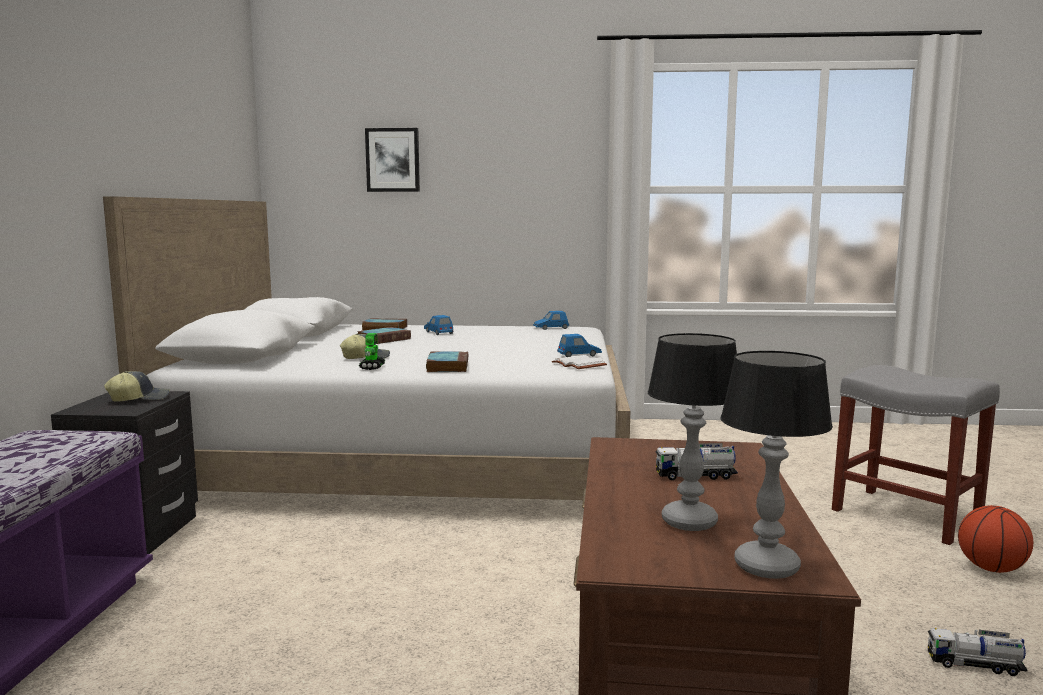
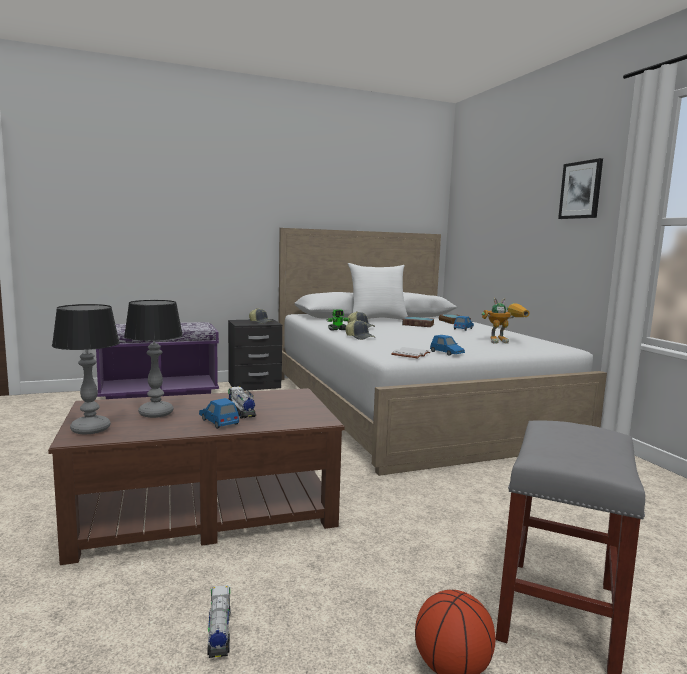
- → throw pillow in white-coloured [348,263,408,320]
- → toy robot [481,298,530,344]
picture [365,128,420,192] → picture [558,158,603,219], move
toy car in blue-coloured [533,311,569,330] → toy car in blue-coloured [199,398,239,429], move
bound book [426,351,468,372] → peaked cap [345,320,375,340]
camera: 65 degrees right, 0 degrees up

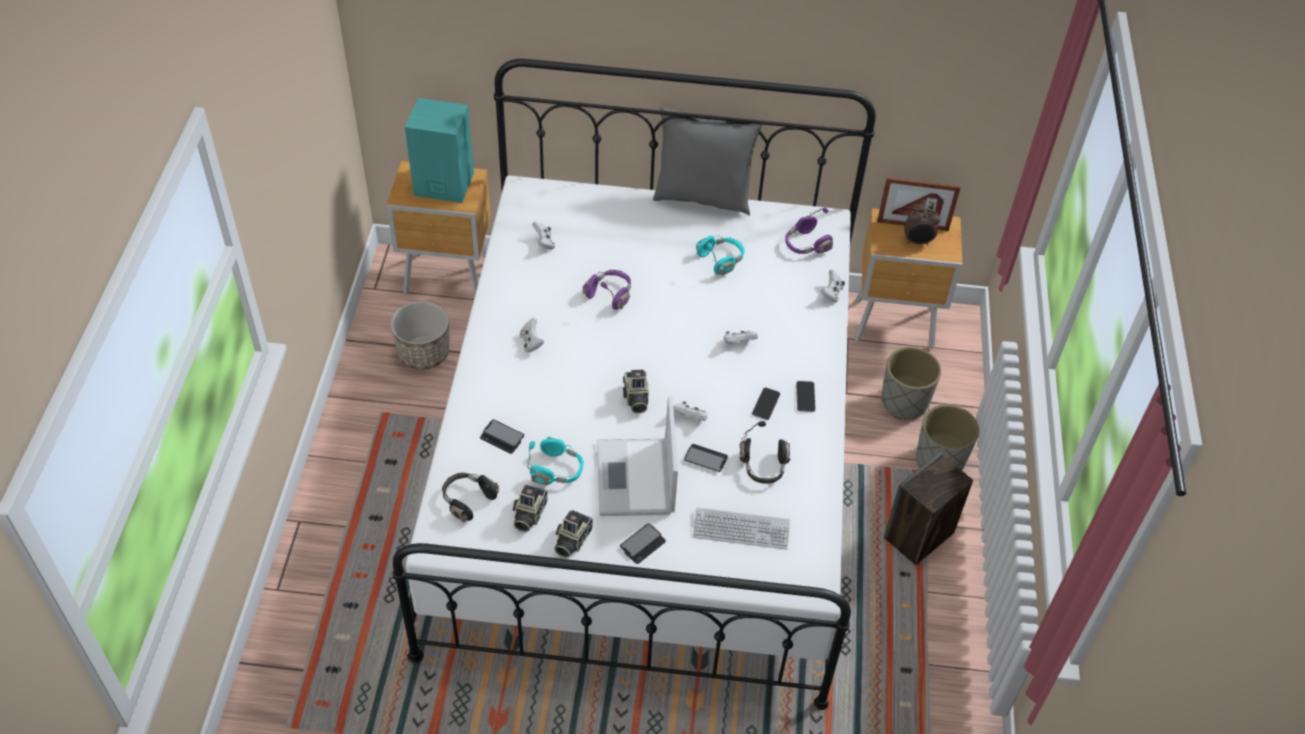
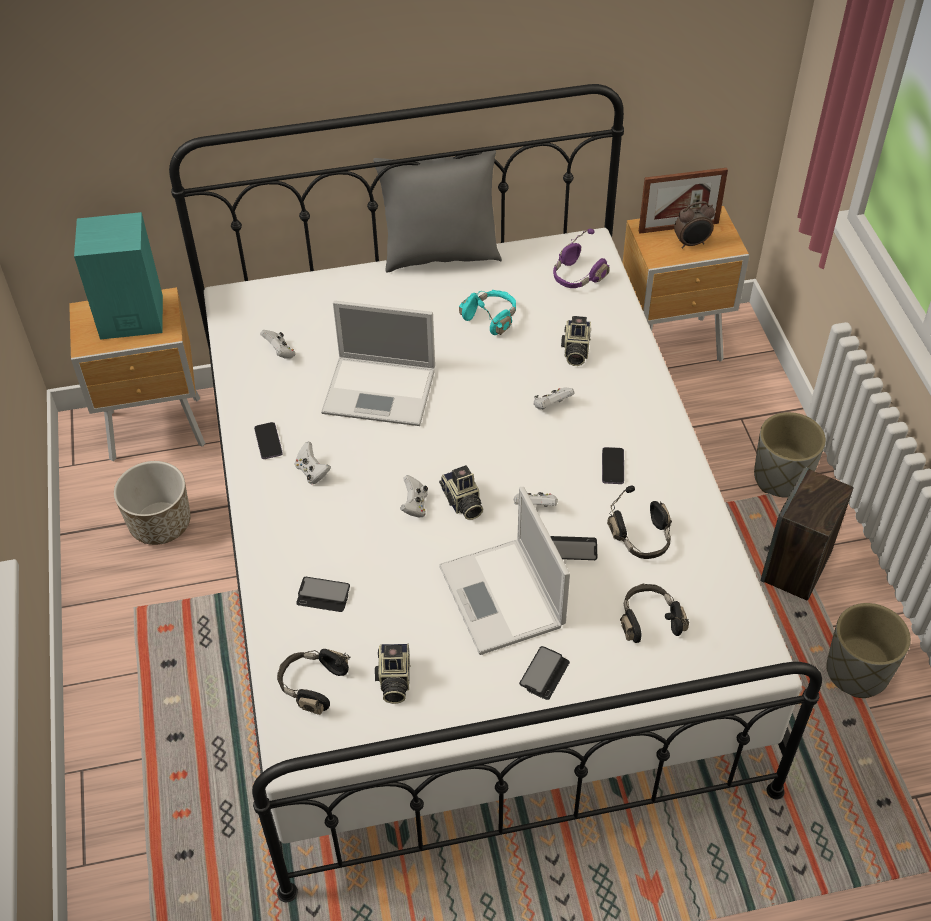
headset in blue-green [527,437,584,485] → -
photo camera [554,510,593,558] → photo camera [561,316,591,366], move
phone [796,381,815,412] → phone [254,422,283,459], move
gamepad in white-coloured [821,270,845,303] → gamepad in white-coloured [400,475,428,518], move
planter in greyish [881,347,941,419] → planter in greyish [826,603,911,698], move
headset in purple-coloured [583,270,631,310] → notebook computer [321,301,435,426]
keyboard [693,507,790,550] → headset in blackish [620,584,689,643]
camera: 15 degrees left, 0 degrees up

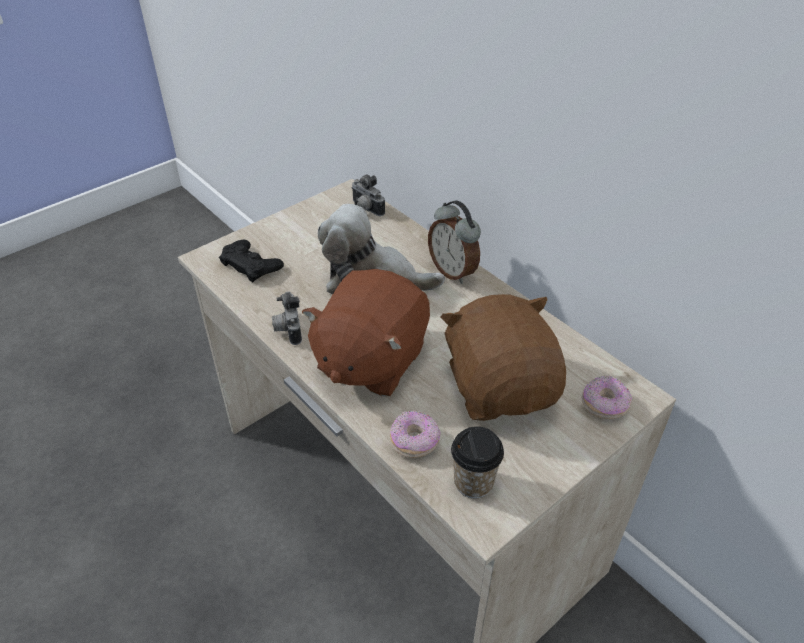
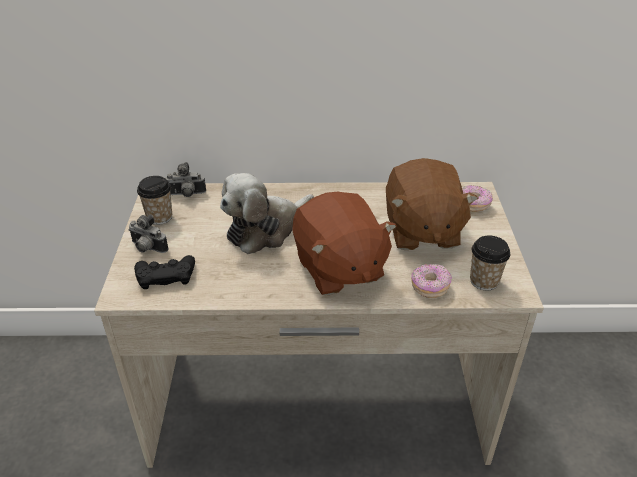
bedside clock [428,200,481,284] → -
- → small cup [137,176,172,225]
photo camera [272,292,302,345] → photo camera [129,214,168,253], move
soft toy in brown-coloured [441,294,566,421] → soft toy in brown-coloured [386,158,478,250], 120 degrees counterclockwise
camera: 50 degrees left, 5 degrees down

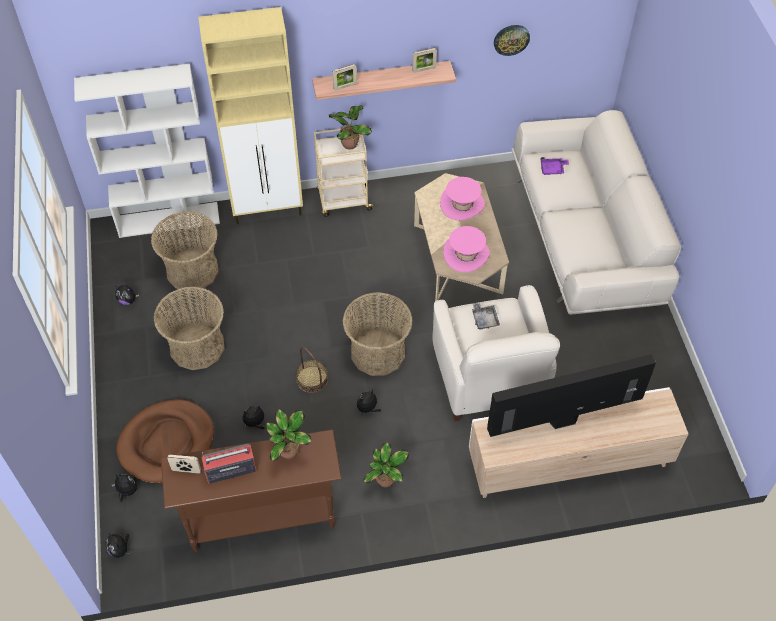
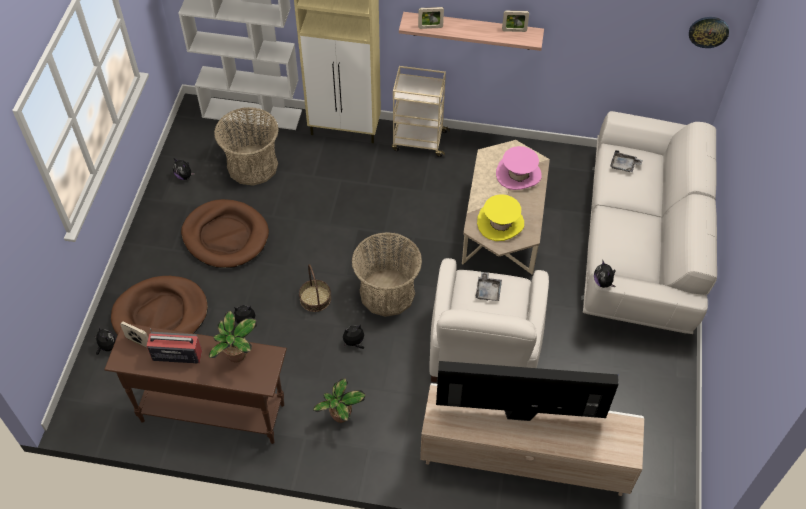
houseplant [329,105,372,150] → -
soft toy [106,533,130,558] → soft toy [594,261,616,288], move
wall clock [494,25,530,56] → wall clock [689,17,729,48], move
basket [154,287,225,370] → pet bed in brown-coloured [181,199,269,268]
wearable hat in pink [443,226,490,272] → wearable hat in yellow-coloured [477,194,524,241]
tray in purple-coloured [540,157,569,175] → tray in greyish [610,150,643,172]
camera: 20 degrees right, 0 degrees up

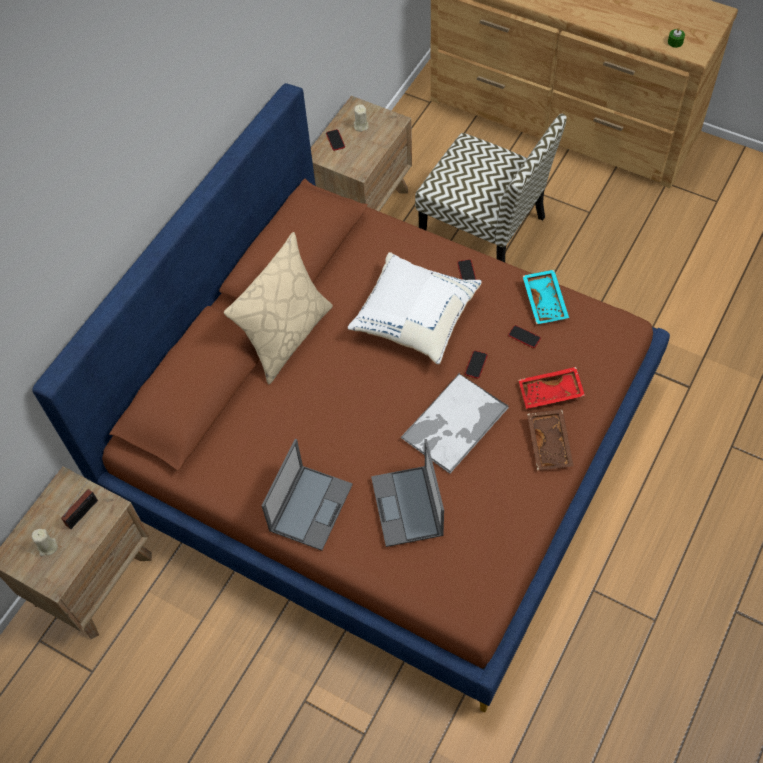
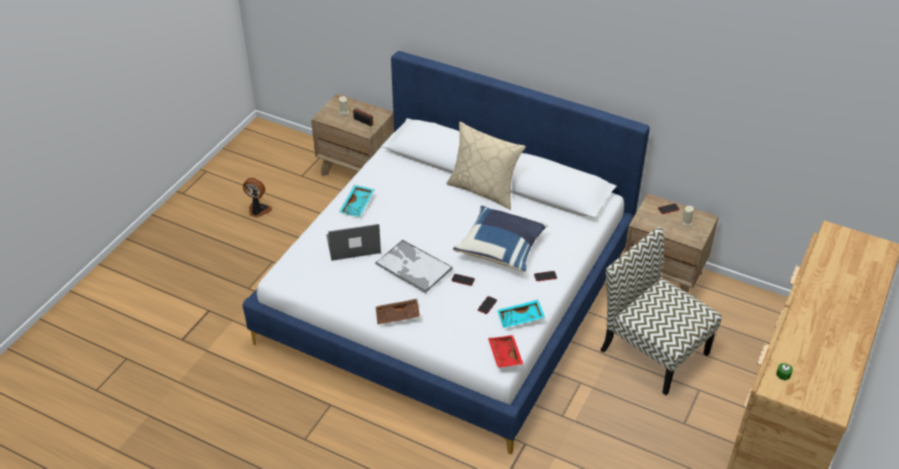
- → electric fan [243,178,272,218]
tray in red [518,367,585,409] → tray in red [488,335,523,368], move
notebook computer [262,439,353,551] → tray in blue-green [339,185,374,217]
bed in brown-coloured [33,83,670,713] → bed in white-coloured [243,51,650,454]
throw pillow in white-coloured [348,252,482,364] → throw pillow in blue-coloured [453,206,548,272]
plain chair [415,114,567,262] → plain chair [600,227,722,395], 105 degrees clockwise
camera: 85 degrees right, 15 degrees down

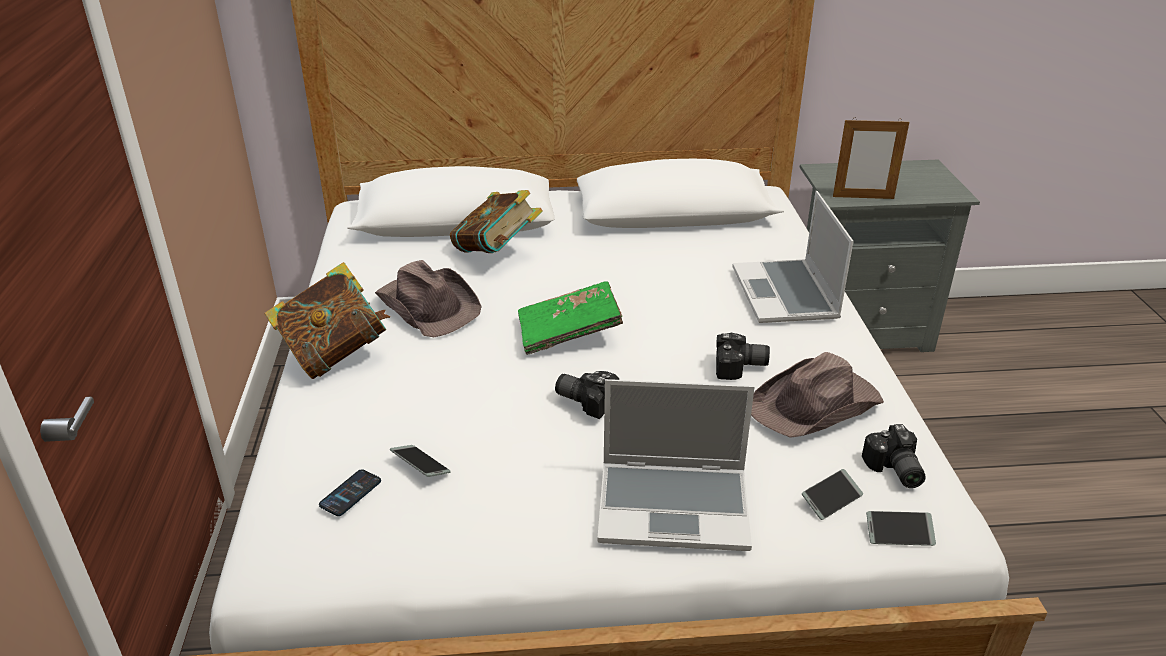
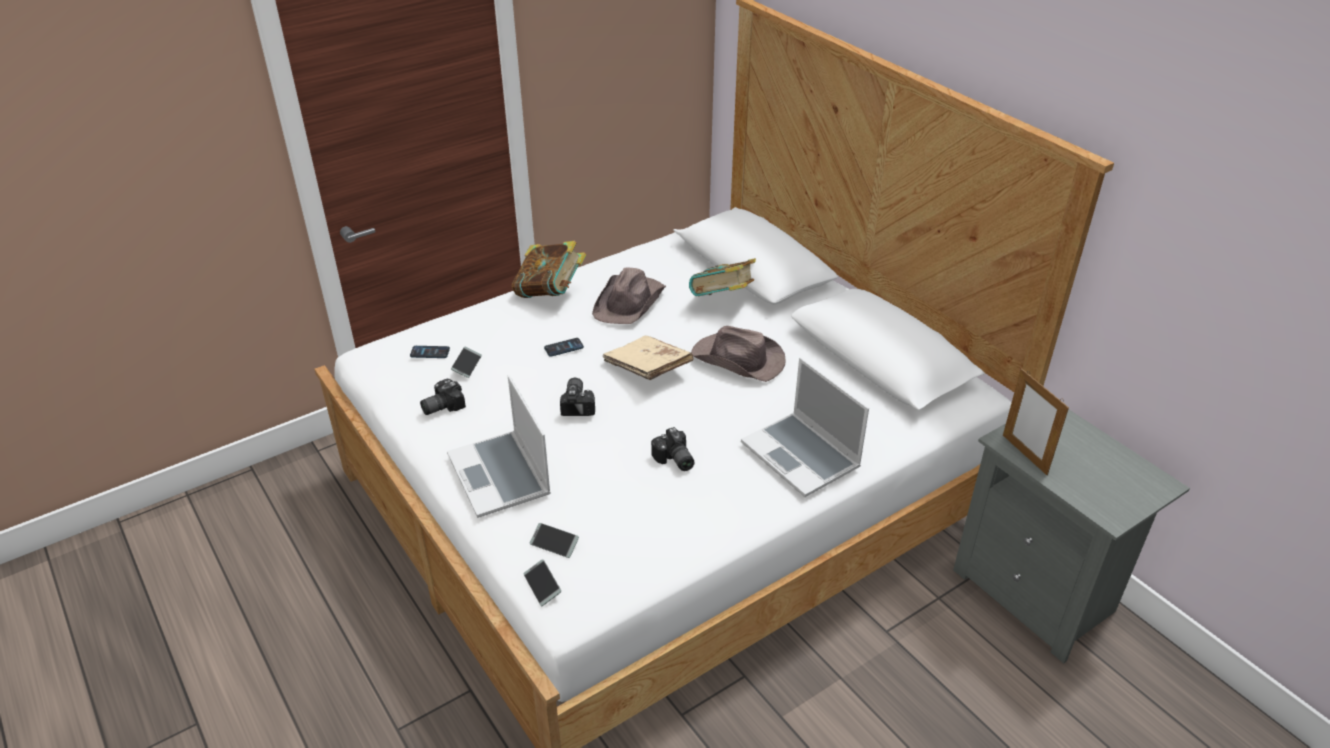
- → phone [544,338,584,357]
wearable hat in brown-coloured [751,352,884,438] → wearable hat in brown-coloured [691,326,786,382], move
photo camera [862,424,926,488] → photo camera [420,378,466,415], move
bound book in greenish [518,281,623,355] → bound book in sand-coloured [603,336,694,380]
notebook computer [732,191,854,323] → notebook computer [741,358,869,497], 90 degrees counterclockwise
camera: 60 degrees right, 5 degrees up

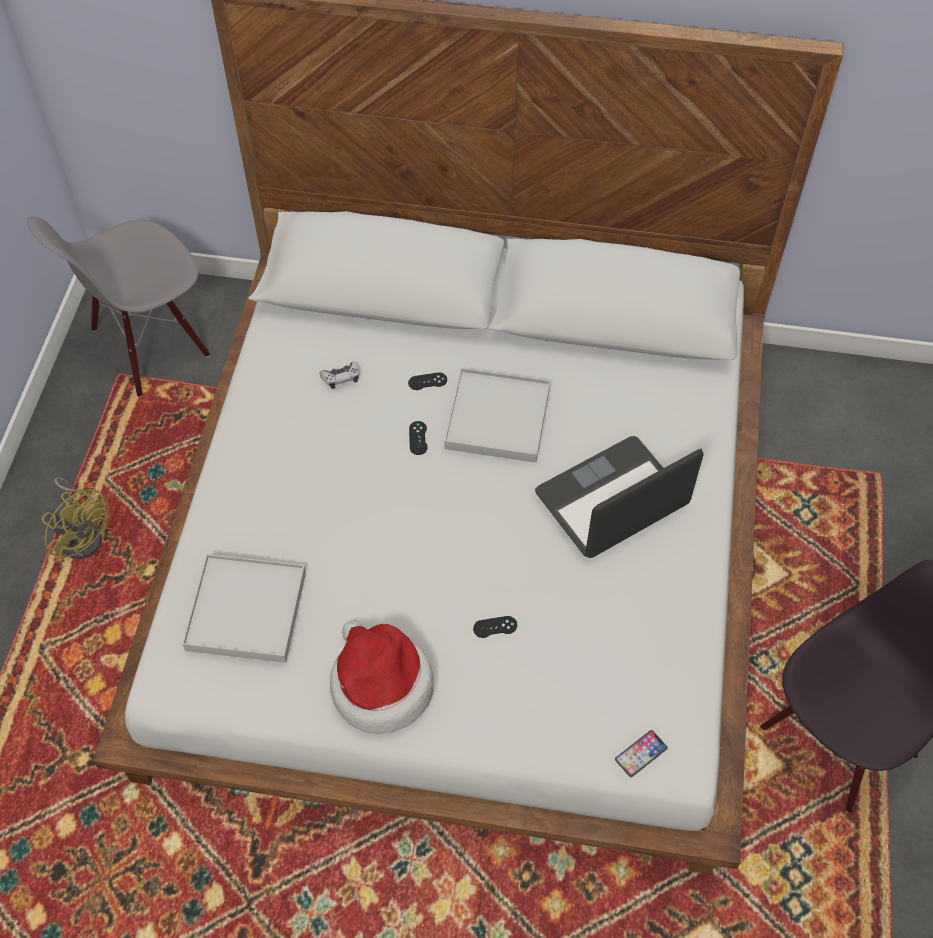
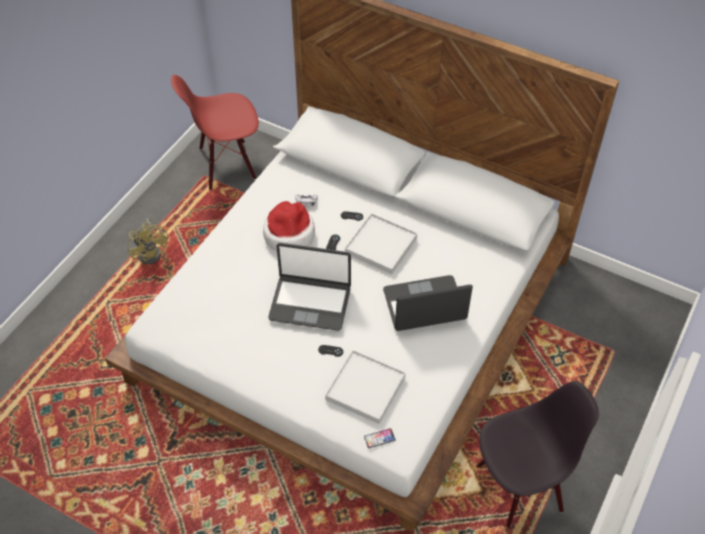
- → notebook computer [268,243,351,331]
tray in white-coloured [182,554,306,663] → tray in white-coloured [325,350,406,424], move
wearable hat [330,621,433,734] → wearable hat [263,201,315,251], move
plain chair in greyish [27,216,210,397] → plain chair in red [171,75,259,191]
camera: 20 degrees right, 5 degrees down

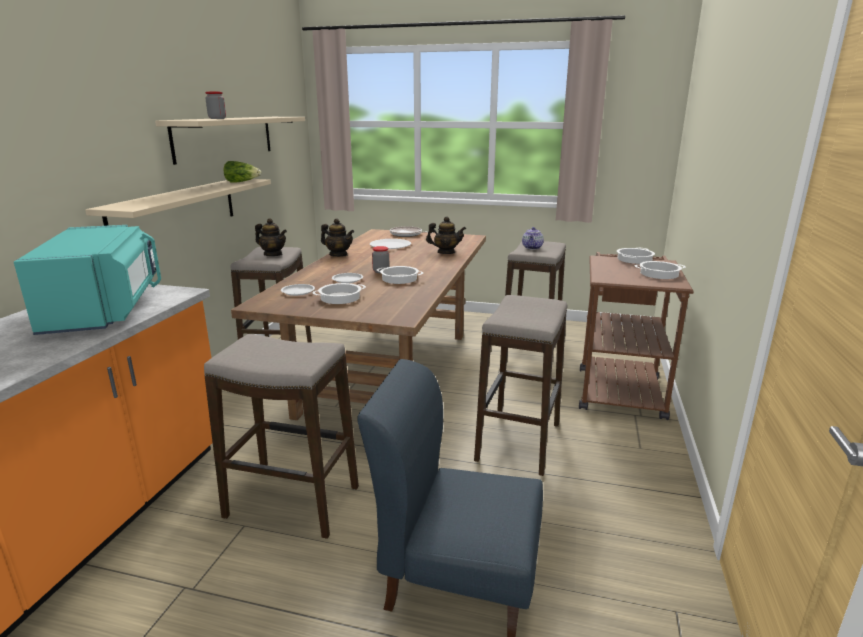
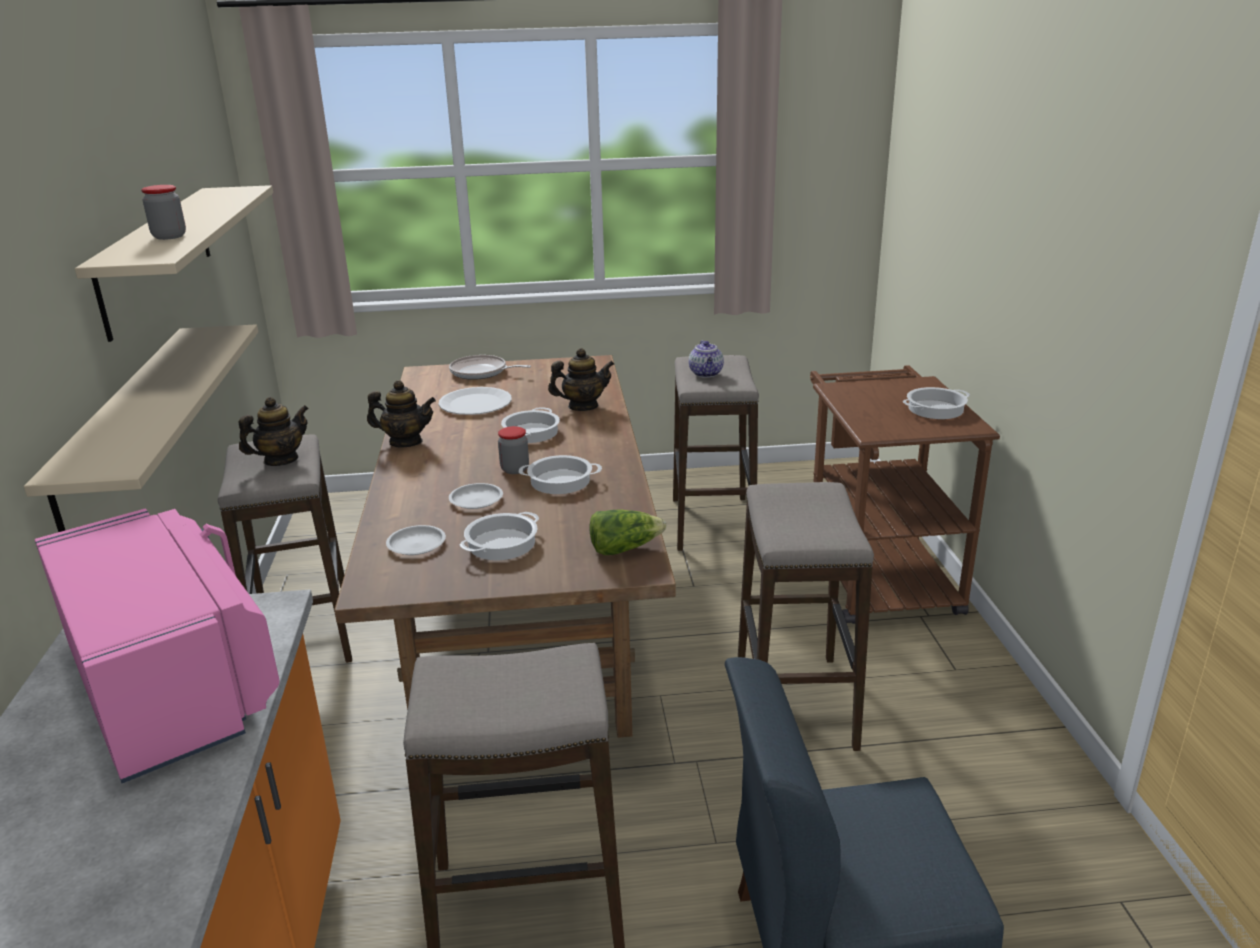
lettuce head [224,161,261,183] → lettuce head [589,509,666,555], move
stockpot [617,248,655,264] → stockpot [501,407,560,443], move
microwave oven in blue-green [14,225,161,335] → microwave oven in pink [35,509,280,783]
teapot [255,218,287,256] → teapot [239,397,309,466], 45 degrees counterclockwise
camera: 20 degrees left, 5 degrees up

